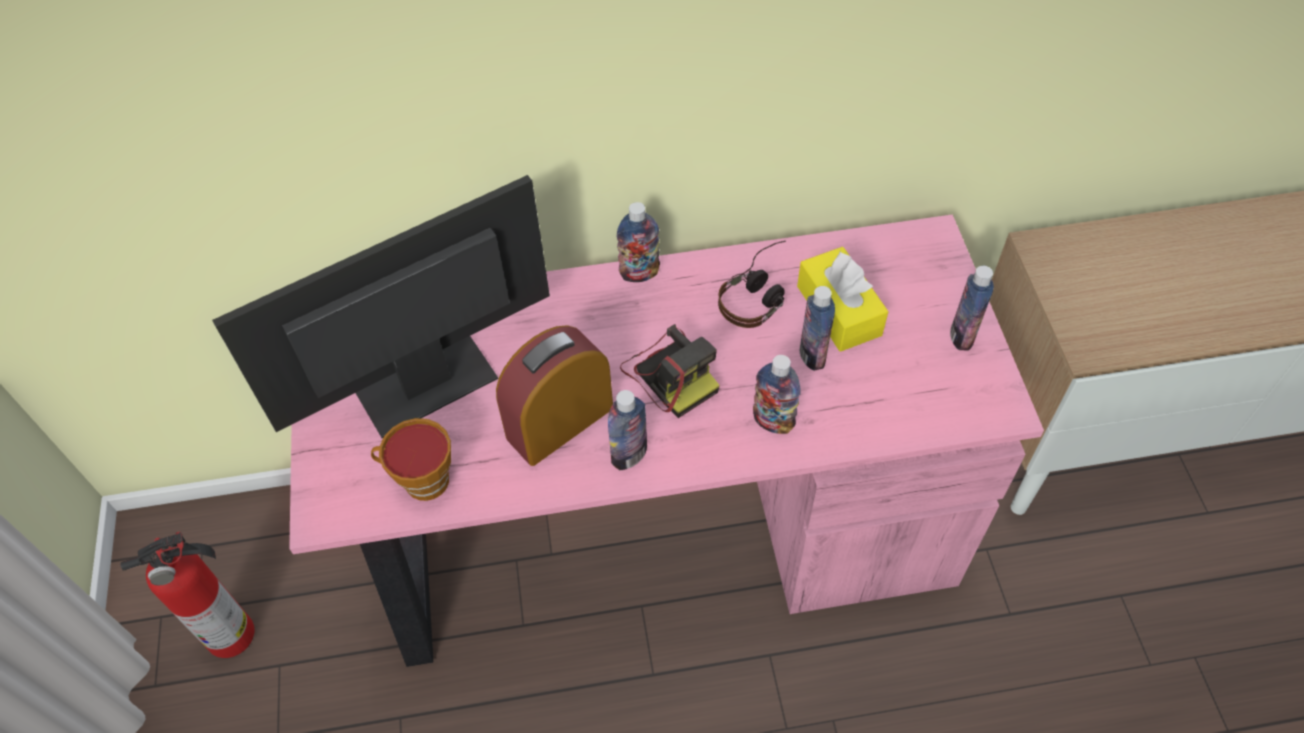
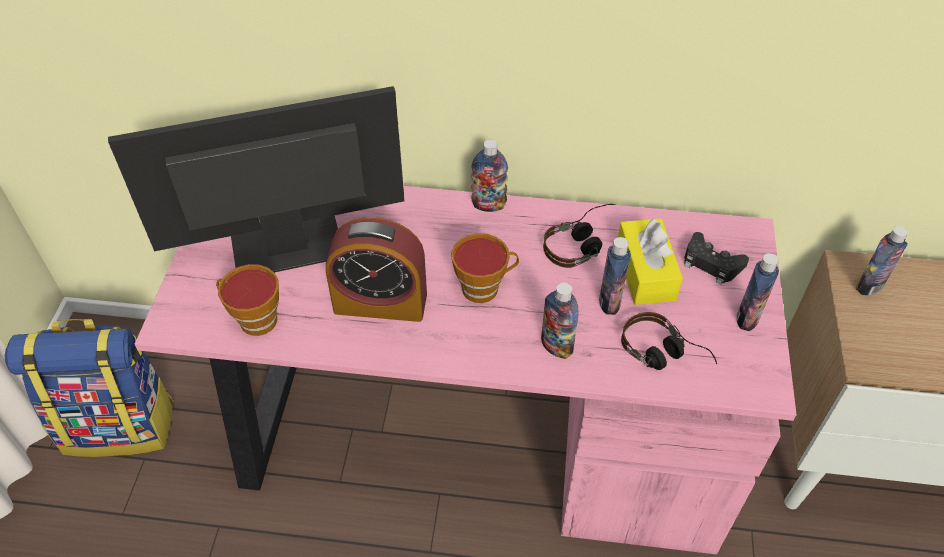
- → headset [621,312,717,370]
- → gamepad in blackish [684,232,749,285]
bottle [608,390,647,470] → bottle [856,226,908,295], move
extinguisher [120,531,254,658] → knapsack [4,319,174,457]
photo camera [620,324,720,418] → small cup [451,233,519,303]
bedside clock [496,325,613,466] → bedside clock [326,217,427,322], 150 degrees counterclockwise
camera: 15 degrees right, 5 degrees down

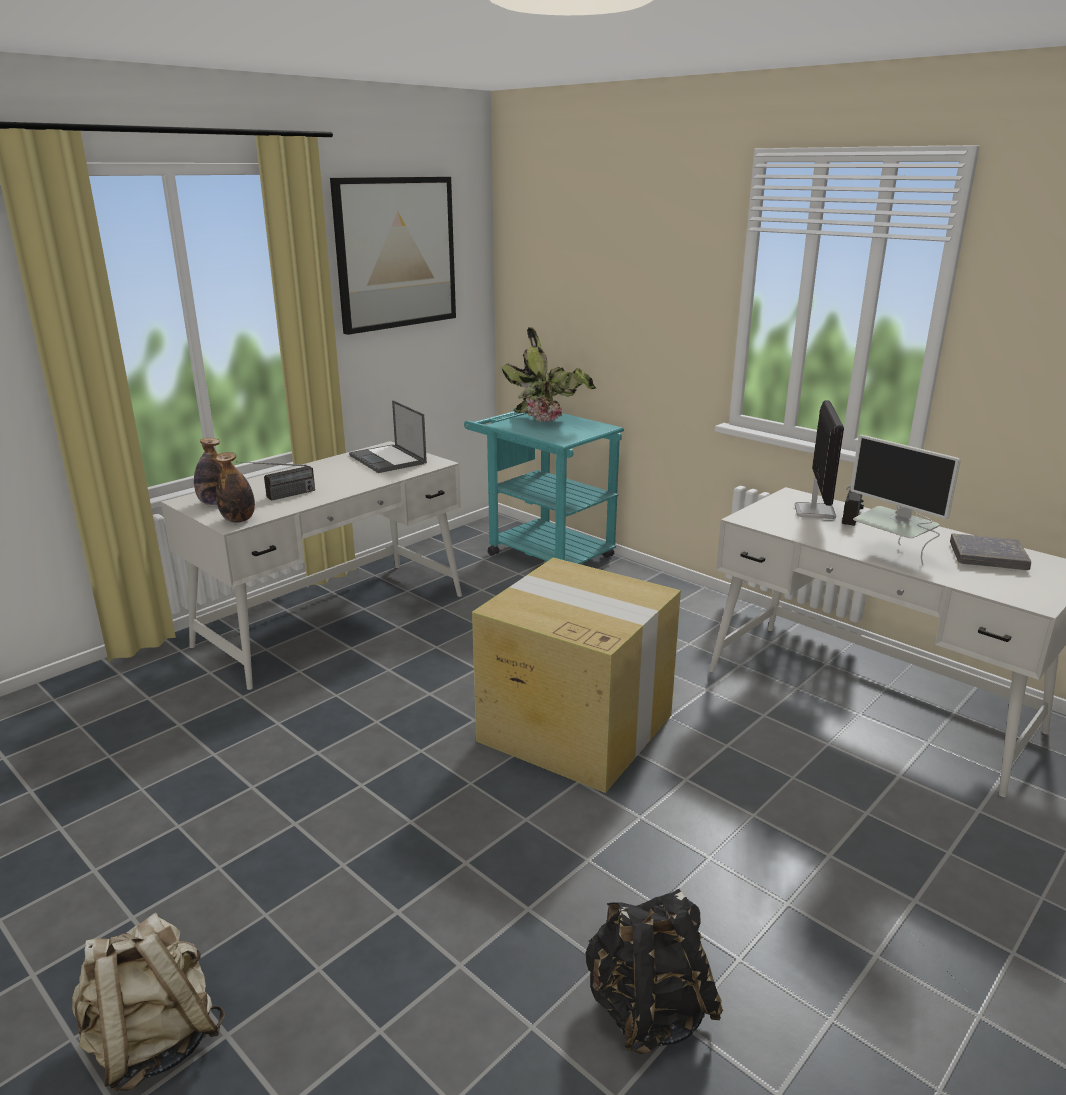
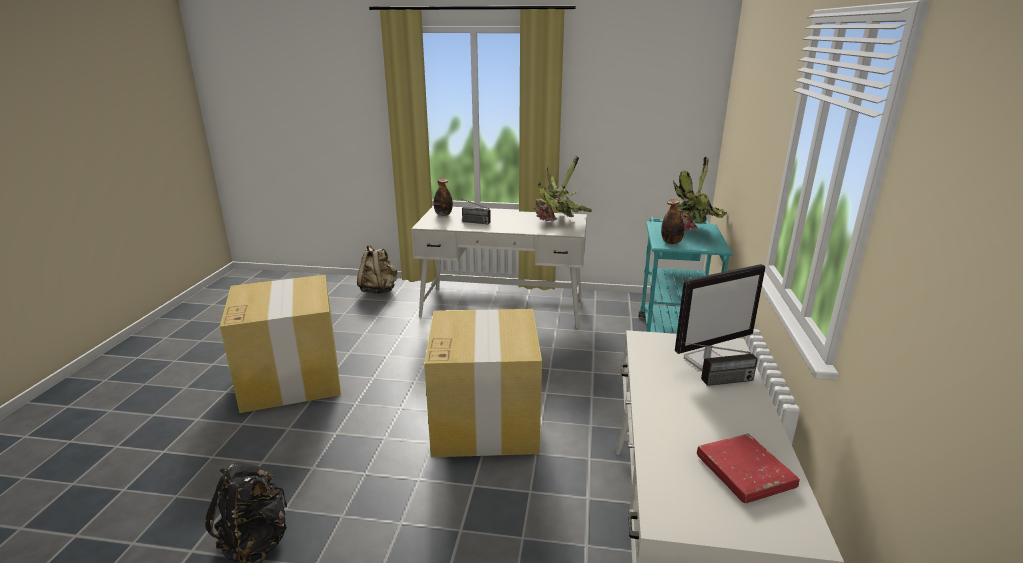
picture [330,177,456,335] → -
computer screen [850,435,961,566] → -
- → packing box [220,275,341,413]
knapsack in sand-coloured [72,912,225,1091] → knapsack in sand-coloured [357,245,397,294], move
bottle [216,452,255,523] → bottle [661,199,684,244], move
notebook computer [349,400,427,473] → houseplant [534,155,592,221]
bound book in greyish [950,534,1031,570] → bound book in red [697,434,800,504]
camera: 55 degrees right, 0 degrees up

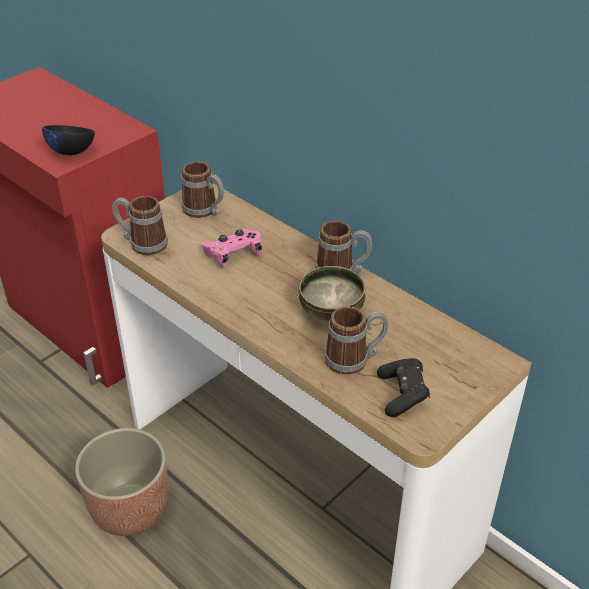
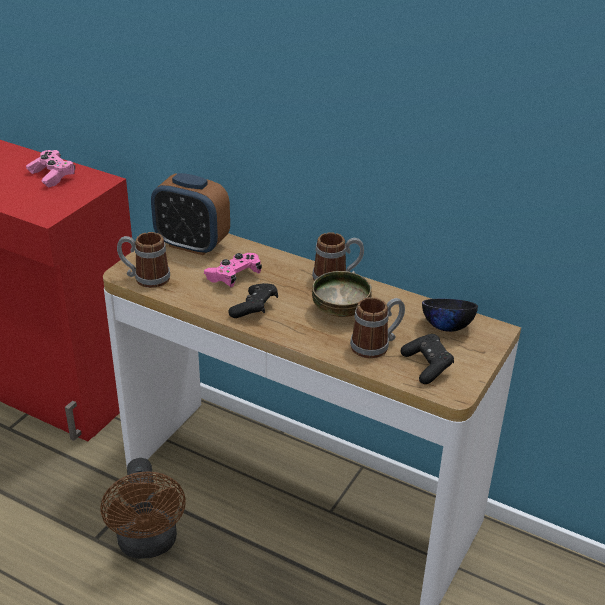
- → gamepad in pink [26,150,75,188]
- → gamepad in blackish [228,283,278,318]
bowl in blackish [42,125,95,155] → bowl in blackish [422,299,478,332], move
planter [75,428,168,536] → electric fan in brown-coloured [101,458,186,559]
tea mug [181,161,224,218] → bedside clock [151,173,230,256]
camera: 15 degrees left, 5 degrees down

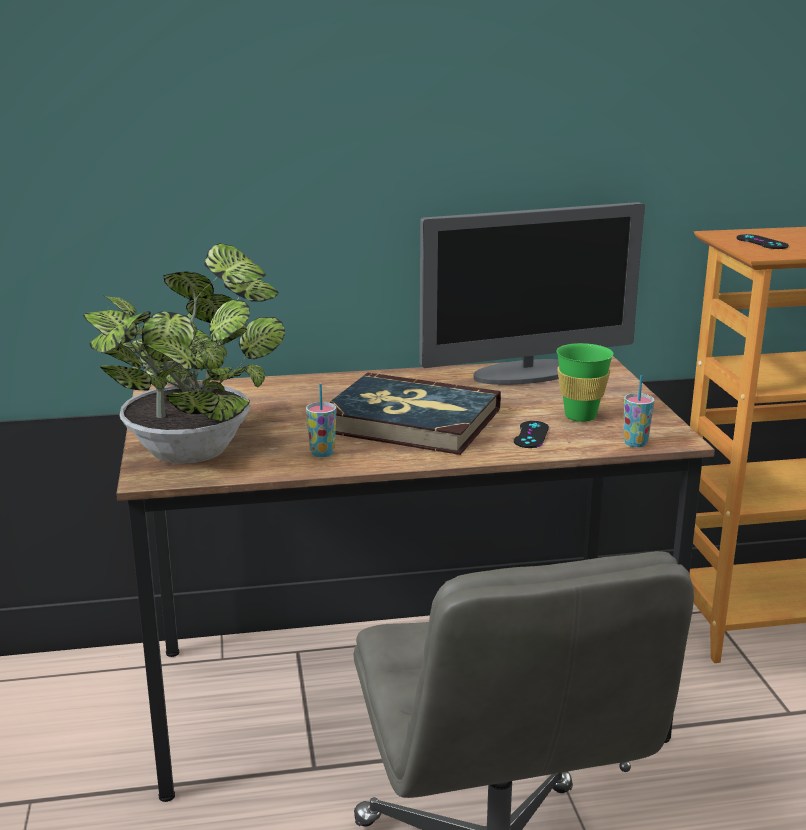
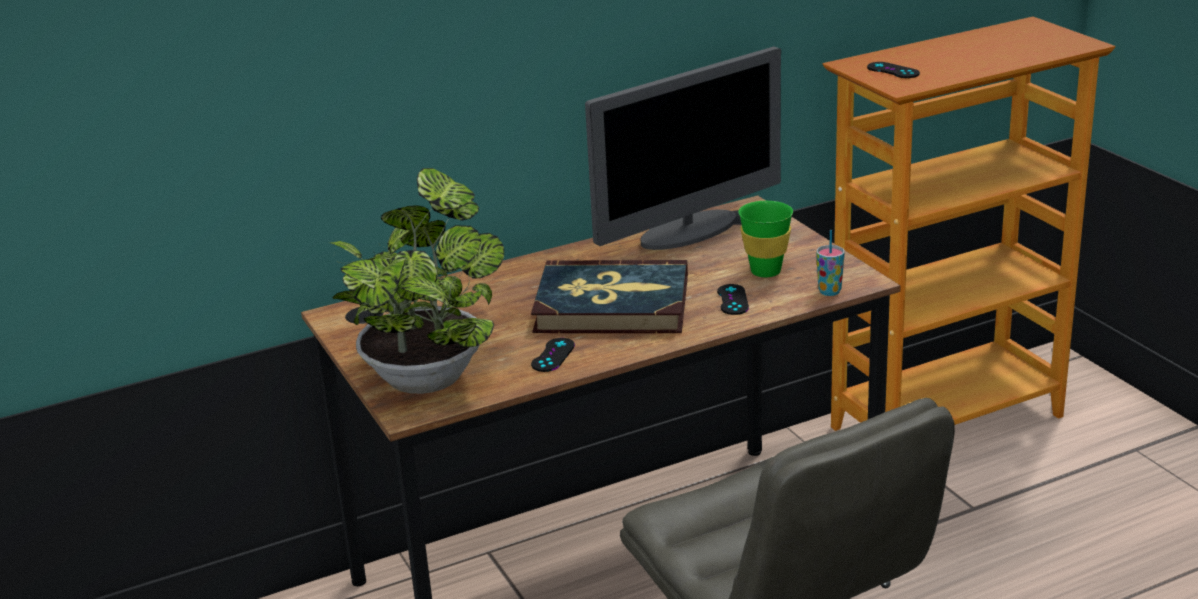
small cup [306,384,337,457] → gamepad in blackish [531,338,575,372]
camera: 15 degrees left, 5 degrees up

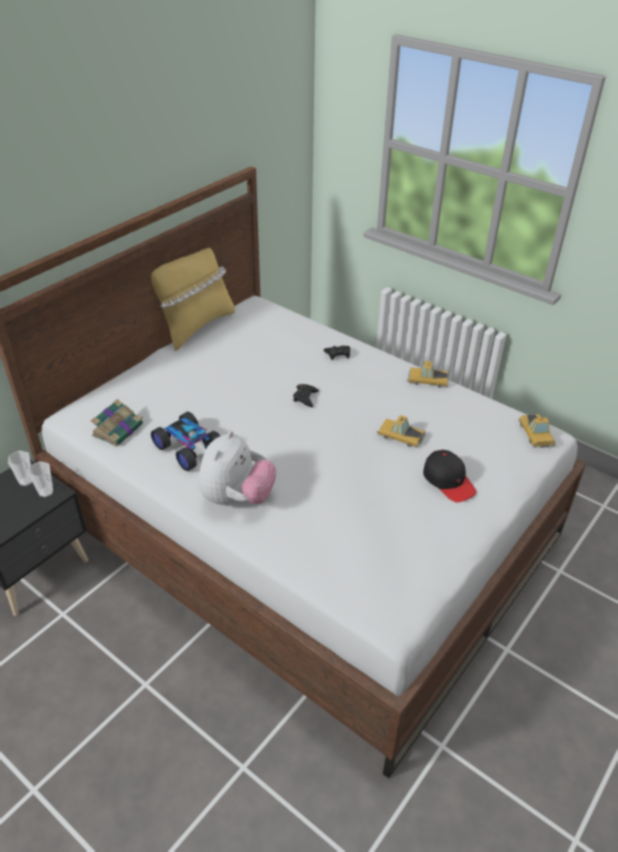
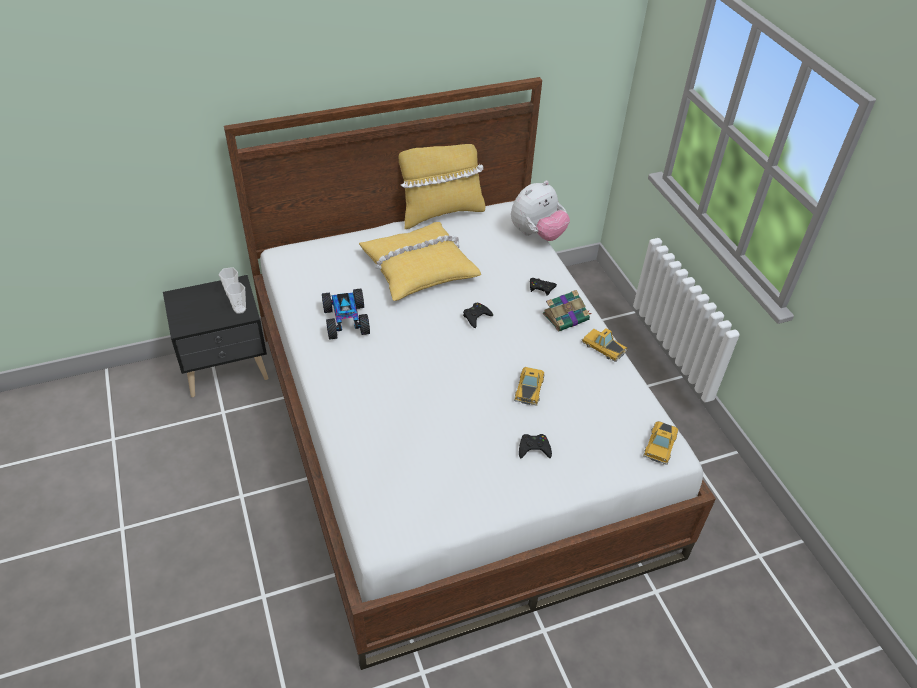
- → throw pillow in yellow-coloured [359,222,481,301]
bound book [91,399,143,446] → bound book [543,290,592,332], move
soft toy [198,431,276,505] → soft toy [511,181,570,241], move
peaked cap in blackish [423,450,477,502] → gamepad in blackish [519,434,552,459]
toy car [377,415,426,448] → toy car [514,367,545,406], 45 degrees clockwise
camera: 30 degrees right, 5 degrees up

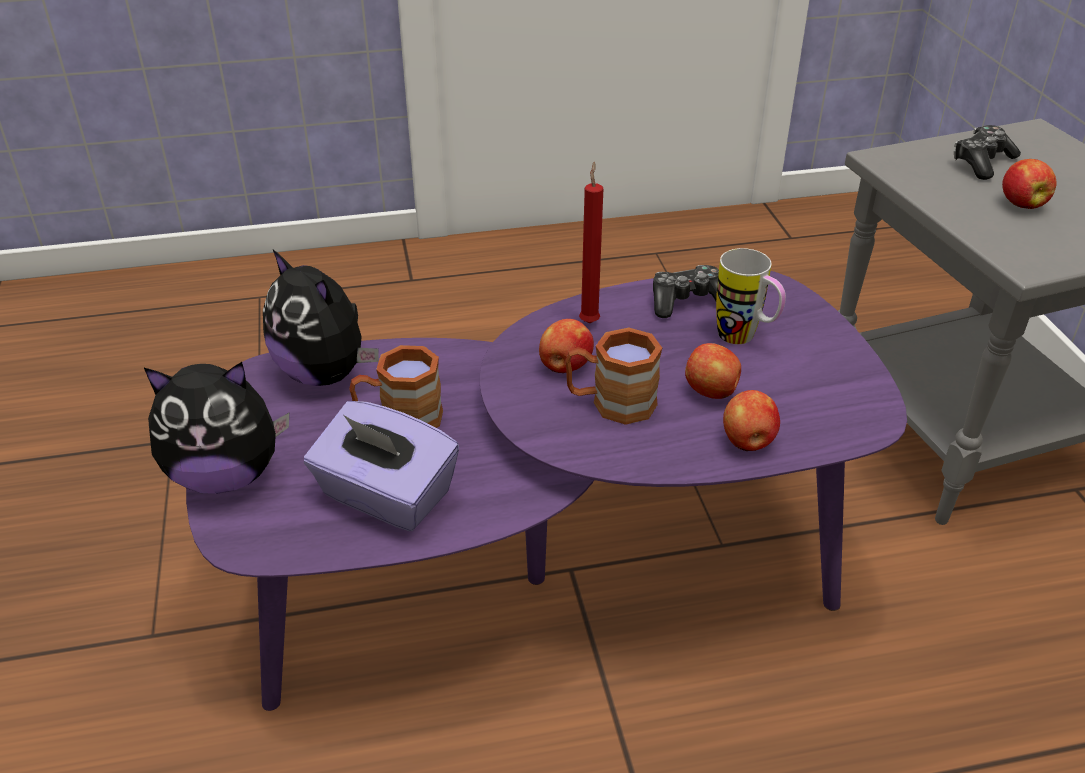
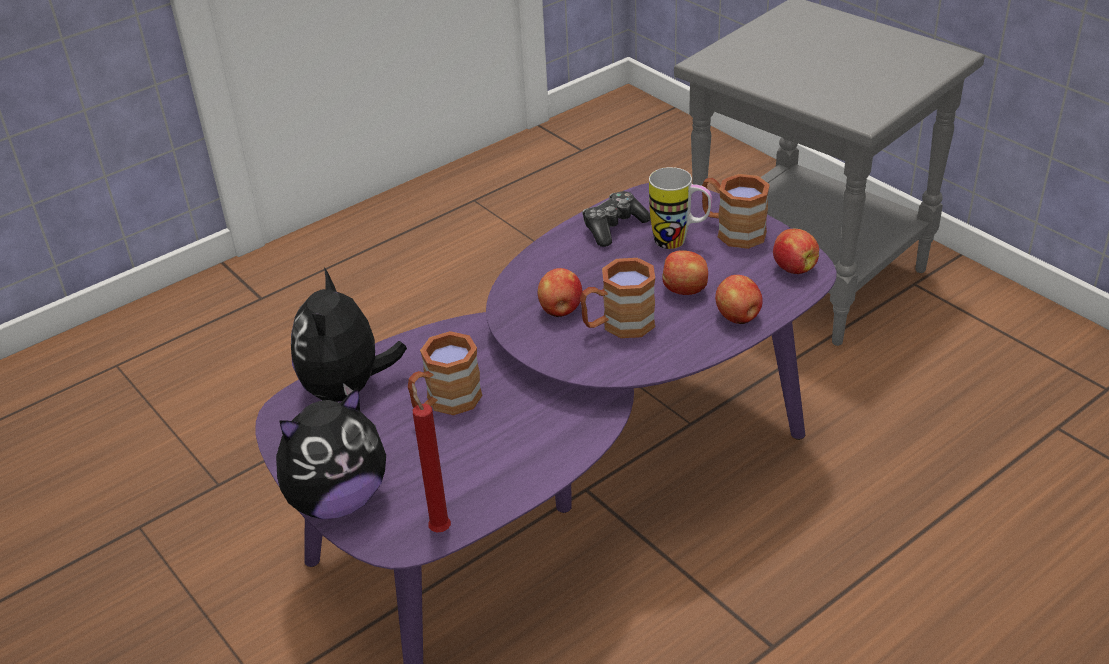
tissue box in purple-coloured [304,401,459,532] → -
gamepad [954,125,1021,180] → -
- → tea mug in brown-coloured [702,174,770,249]
candle in red [579,162,603,324] → candle in red [412,383,451,532], move
apple fruit [1002,159,1057,209] → apple fruit [773,229,819,274], move
soft toy [263,250,378,386] → soft toy [291,267,407,402], 75 degrees clockwise
camera: 25 degrees left, 0 degrees up

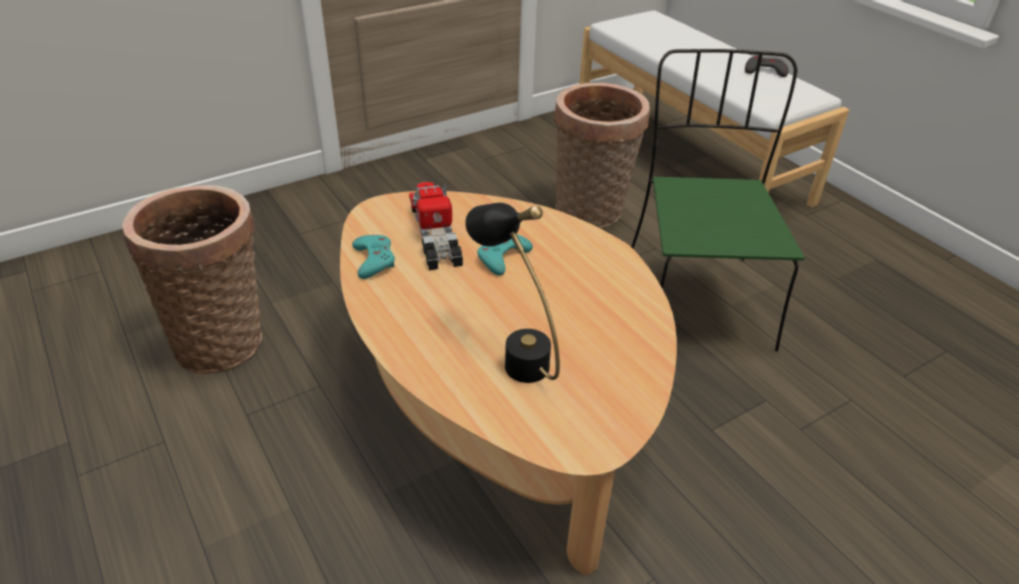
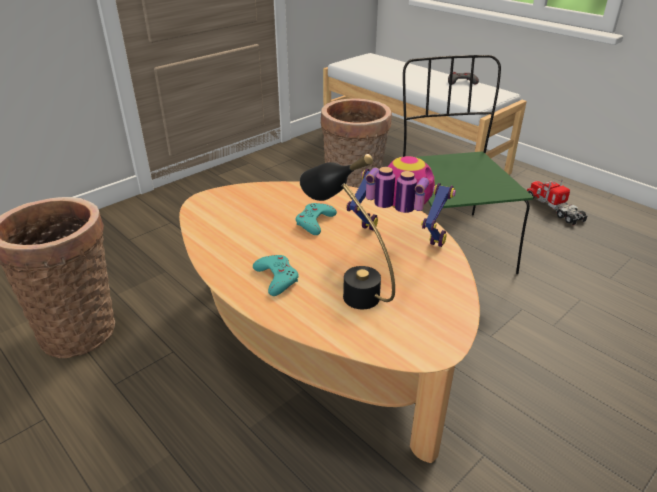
- → toy robot [346,156,456,247]
gamepad in blue-green [352,235,395,279] → gamepad in blue-green [253,255,299,296], move
model truck [409,182,463,270] → model truck [527,180,588,225], move
camera: 10 degrees left, 5 degrees down

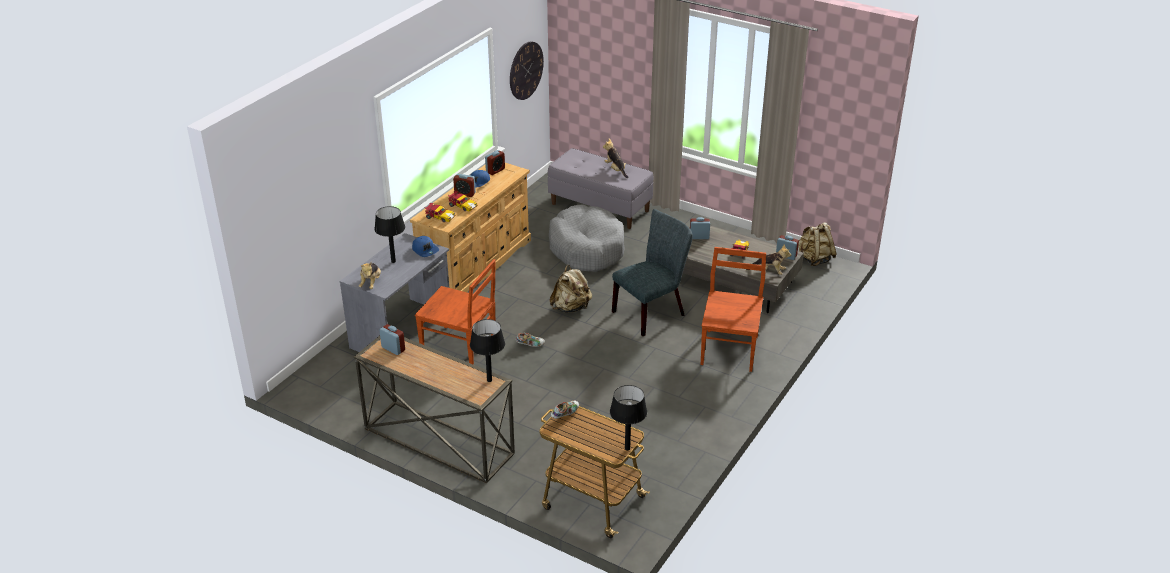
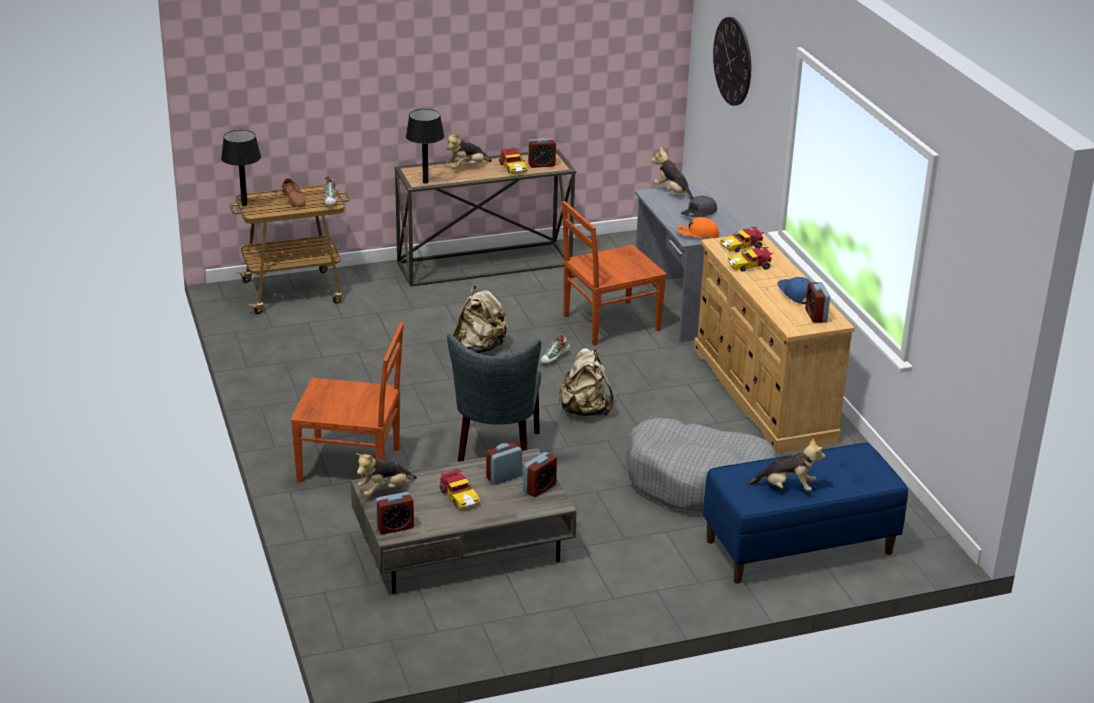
- → low shoe in brown-coloured [282,178,306,207]
- → soft toy [446,133,492,169]
- → toy car [499,147,527,174]
bedside clock [453,174,476,197] → bedside clock [486,442,522,485], move
wall clock [510,41,544,100] → wall clock [713,17,751,106], move
knapsack in sand-coloured [798,222,837,266] → knapsack in sand-coloured [453,285,508,353], move
tabletop lamp in blackish [374,206,405,263] → peaked cap in greyish [681,196,717,218]
peaked cap in blue-coloured [412,236,439,257] → peaked cap in orangey [677,217,719,238]
indoor bench in greyish [548,148,653,229] → indoor bench in blue-coloured [703,443,908,583]
plain chair in brown-coloured [701,247,766,372] → plain chair in brown-coloured [290,322,404,483], 45 degrees counterclockwise
camera: 130 degrees right, 5 degrees down

